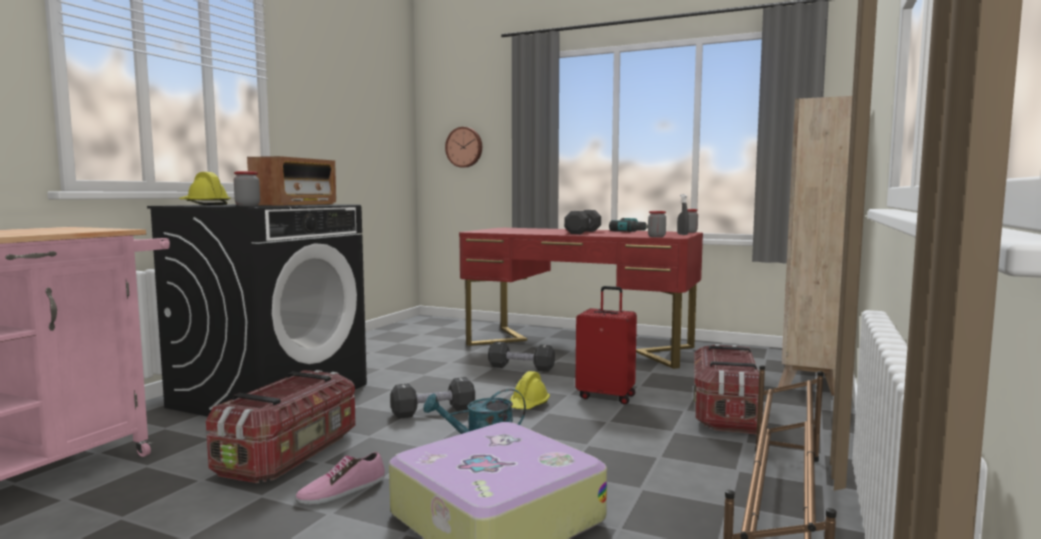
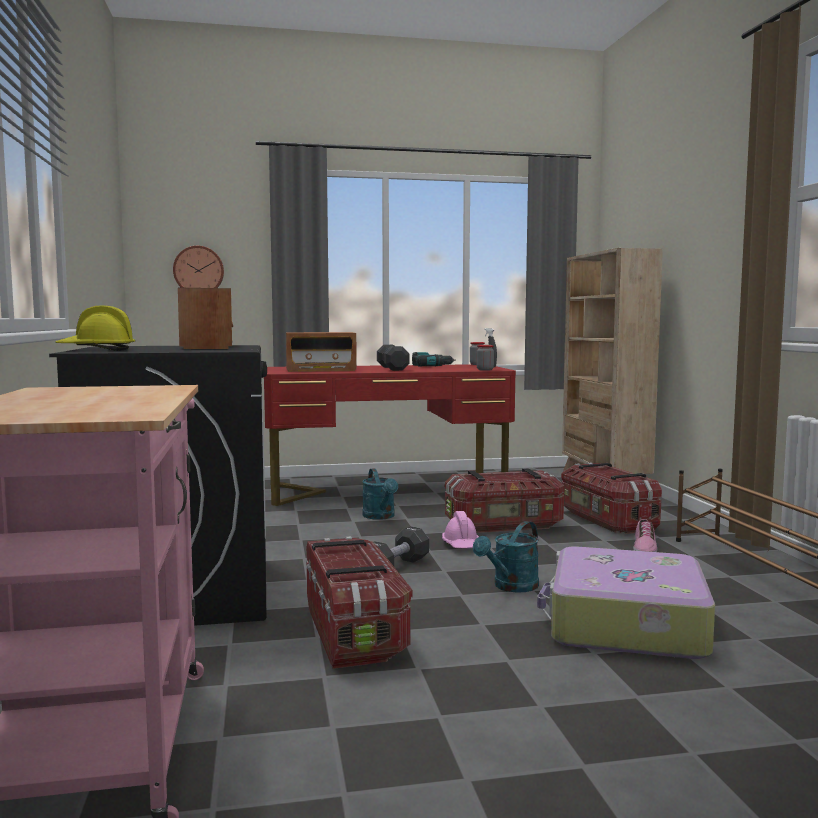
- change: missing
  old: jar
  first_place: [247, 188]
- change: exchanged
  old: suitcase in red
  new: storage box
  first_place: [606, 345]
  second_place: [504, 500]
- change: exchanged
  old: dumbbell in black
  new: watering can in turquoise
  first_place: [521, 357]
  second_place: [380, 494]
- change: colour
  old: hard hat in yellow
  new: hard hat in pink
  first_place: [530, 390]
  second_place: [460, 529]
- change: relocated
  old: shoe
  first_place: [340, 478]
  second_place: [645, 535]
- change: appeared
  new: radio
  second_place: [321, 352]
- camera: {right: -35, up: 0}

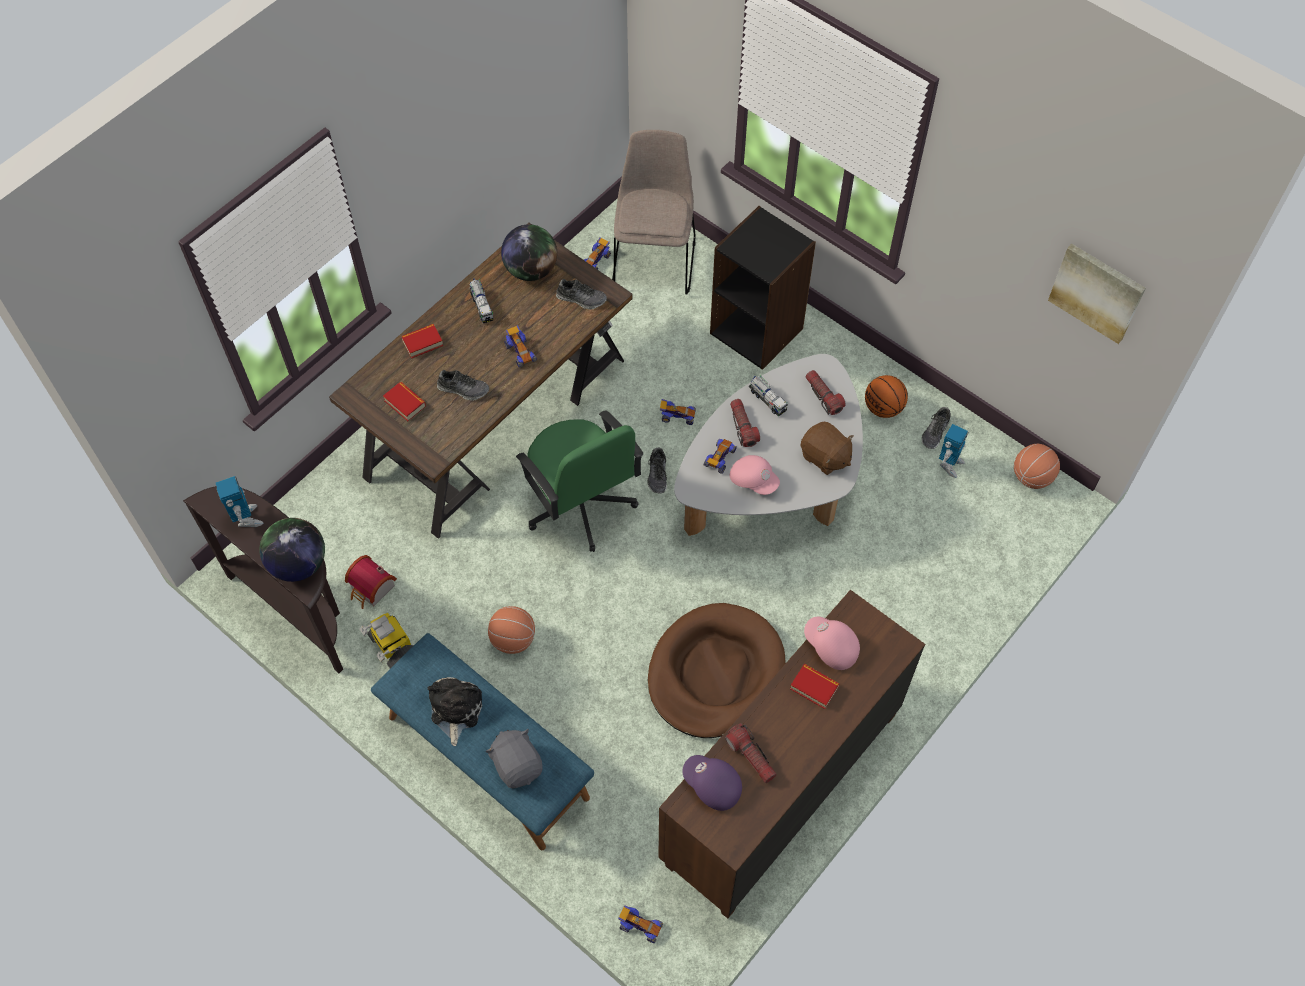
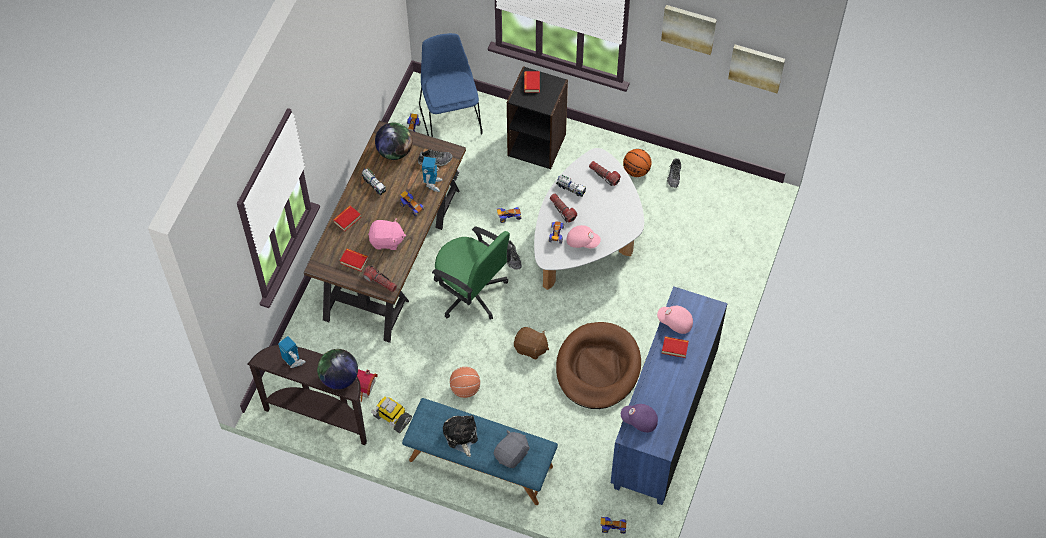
- change: colour
  old: chair in beige
  new: chair in blue
  first_place: [654, 212]
  second_place: [451, 85]
- change: exchanged
  old: shoe
  new: plush toy in pink
  first_place: [463, 385]
  second_place: [387, 234]
- change: relocated
  old: plush toy in brown
  first_place: [827, 448]
  second_place: [531, 343]
- change: relocated
  old: toy robot
  first_place: [954, 451]
  second_place: [432, 174]
- change: missing
  old: basketball
  first_place: [1037, 466]
- change: colour
  old: dresser in brown
  new: dresser in blue
  first_place: [791, 754]
  second_place: [669, 395]
- change: relocated
  old: flashlight
  first_place: [751, 753]
  second_place: [380, 278]
- change: spun
  old: plush toy in grey
  first_place: [514, 759]
  second_place: [512, 449]
  degrees: 90
- change: appeared
  new: picture
  second_place: [689, 30]
- change: appeared
  new: book
  second_place: [532, 82]
- camera: {right: -20, up: 0}

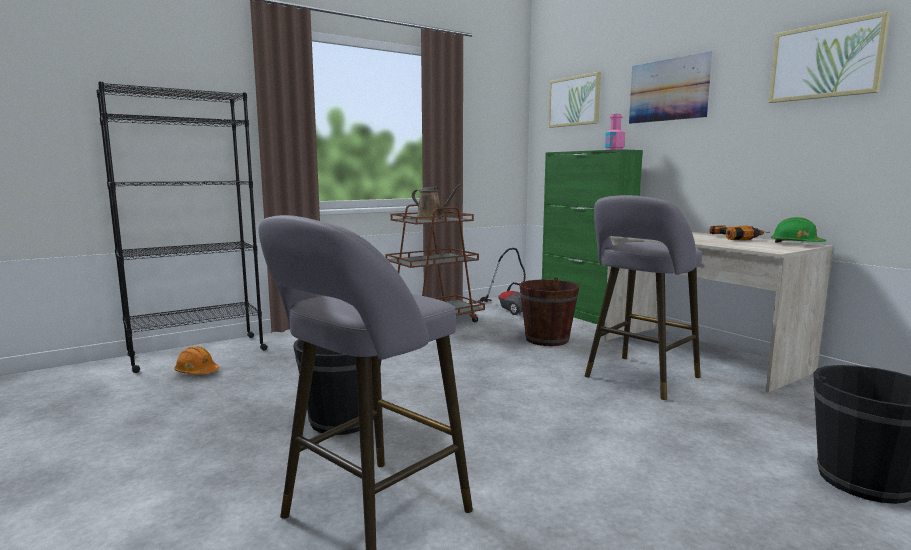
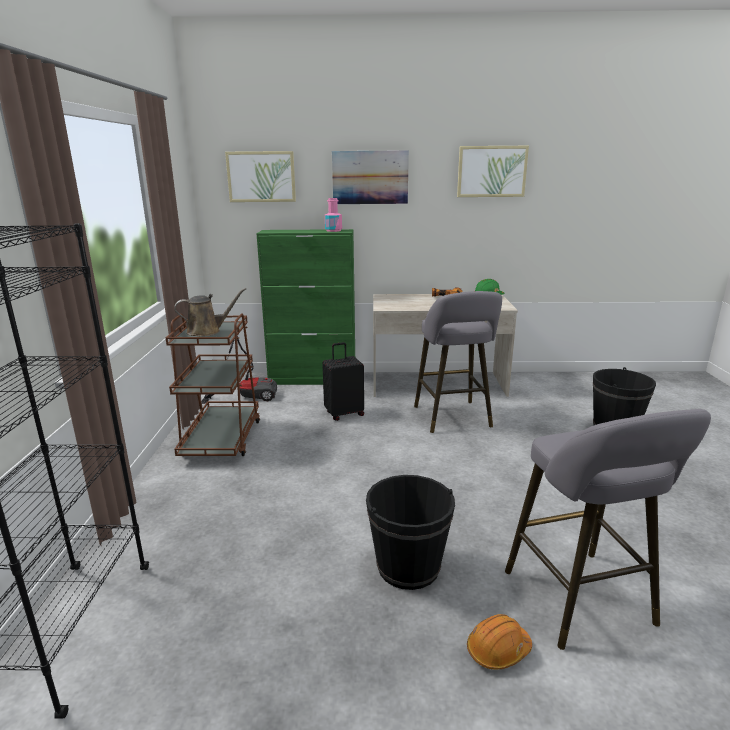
- change: exchanged
  old: bucket in brown
  new: suitcase in black
  first_place: [549, 311]
  second_place: [343, 381]
- change: relocated
  old: hard hat in orange
  first_place: [196, 360]
  second_place: [499, 641]
- camera: {right: -55, up: 10}

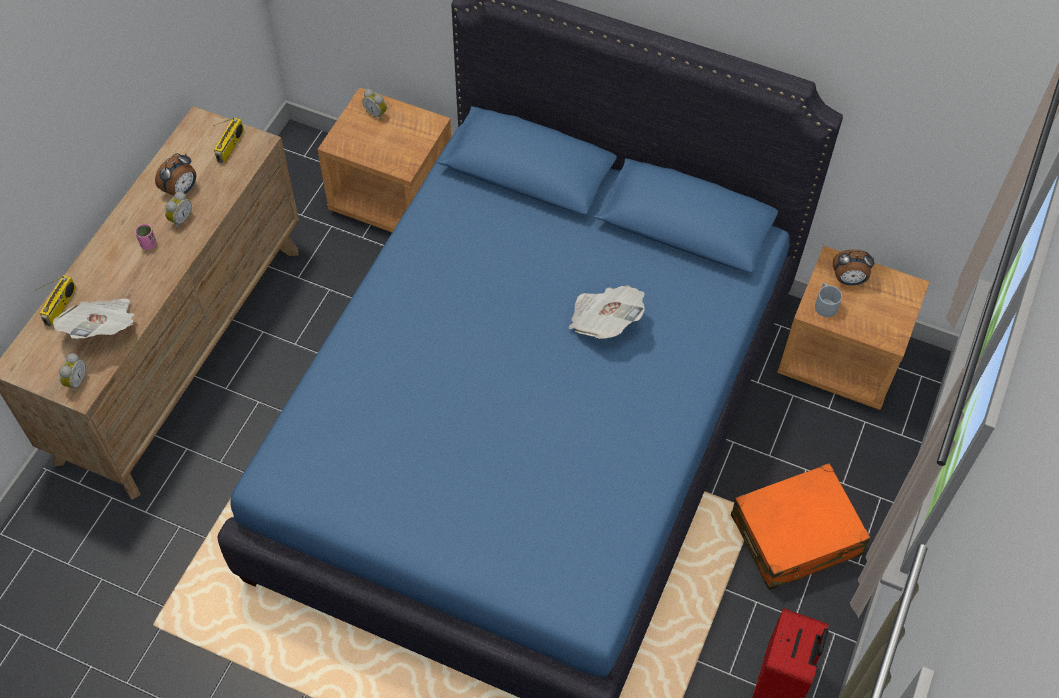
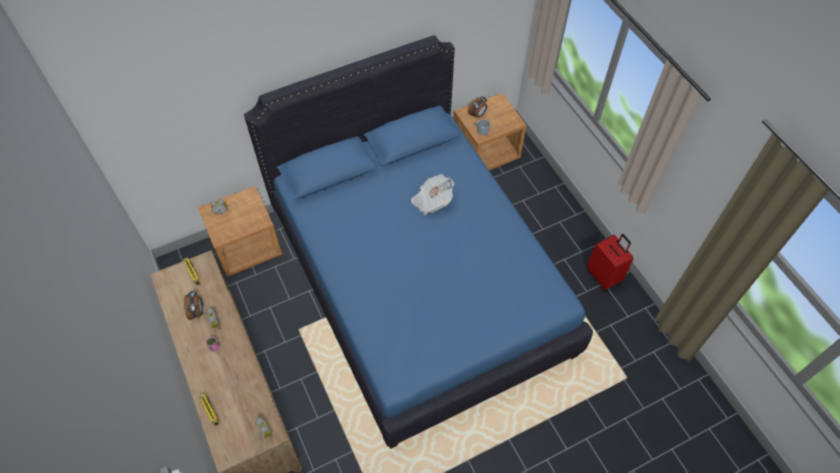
- change: missing
  old: newspaper
  first_place: [94, 318]
- change: missing
  old: suitcase in orange
  first_place: [800, 526]
- camera: {right: -50, up: 0}

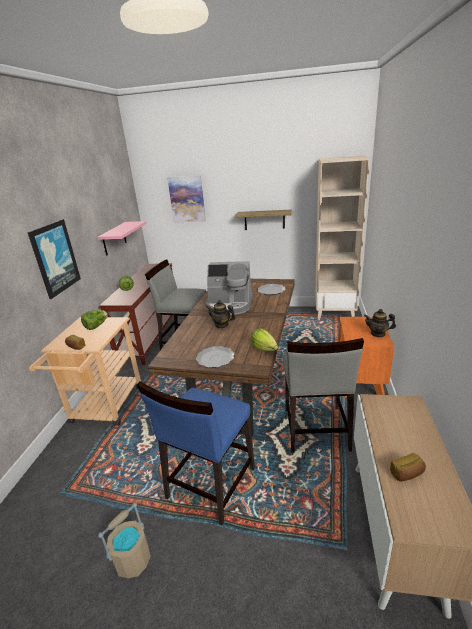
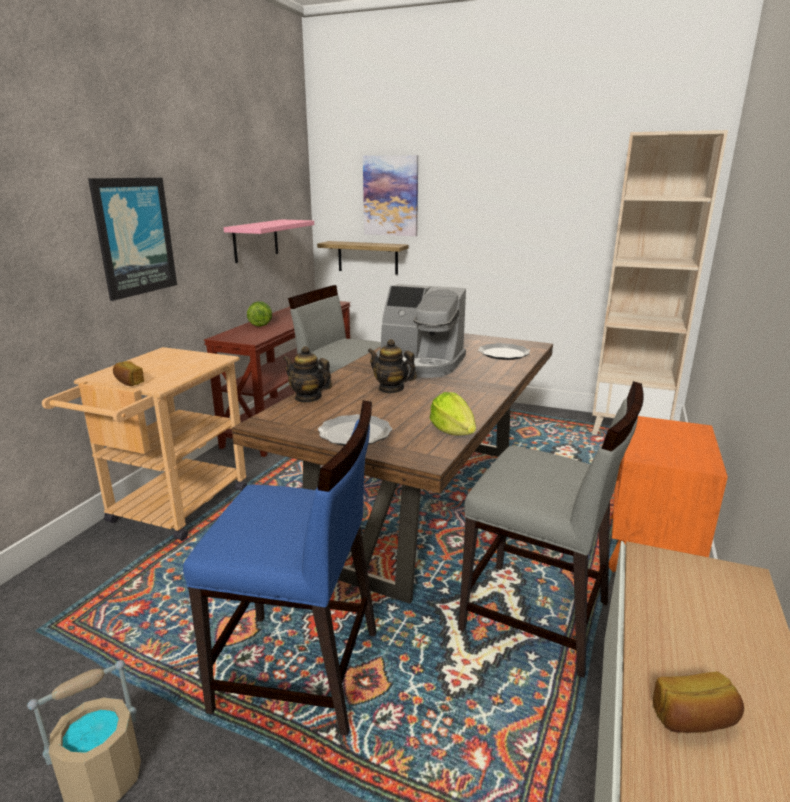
- change: relocated
  old: shelf
  first_place: [263, 219]
  second_place: [363, 258]
- change: relocated
  old: teapot
  first_place: [380, 323]
  second_place: [307, 374]
- change: missing
  old: lettuce
  first_place: [94, 320]
- change: spun
  old: chair in grey
  first_place: [323, 395]
  second_place: [551, 529]
  degrees: -75
- change: spun
  old: chair in blue
  first_place: [196, 453]
  second_place: [280, 568]
  degrees: -120
- camera: {right: 10, up: -5}

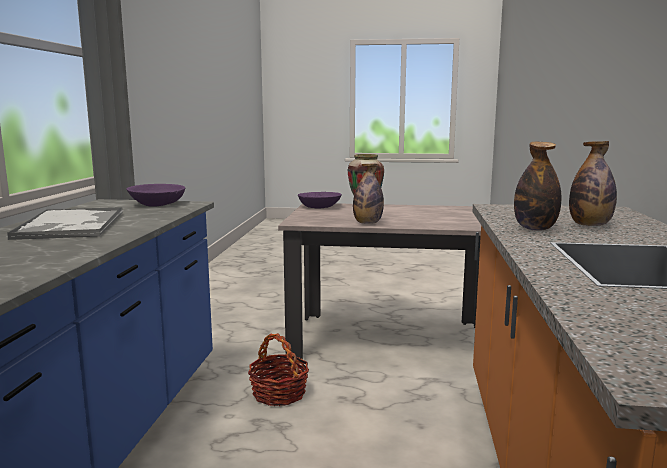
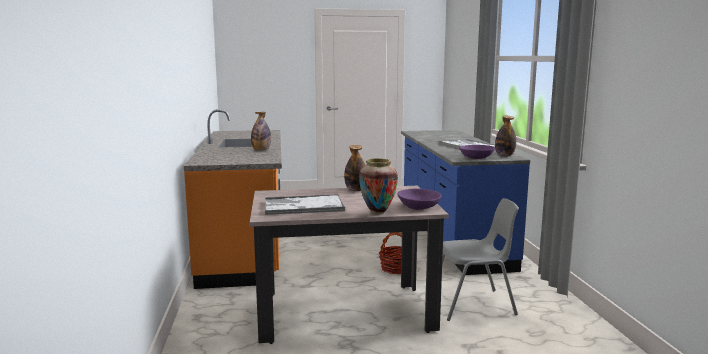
- change: relocated
  old: bottle
  first_place: [593, 183]
  second_place: [505, 136]
- change: appeared
  new: tray
  second_place: [305, 204]
- change: appeared
  new: chair in grey
  second_place: [480, 259]
- camera: {right: 165, up: 0}

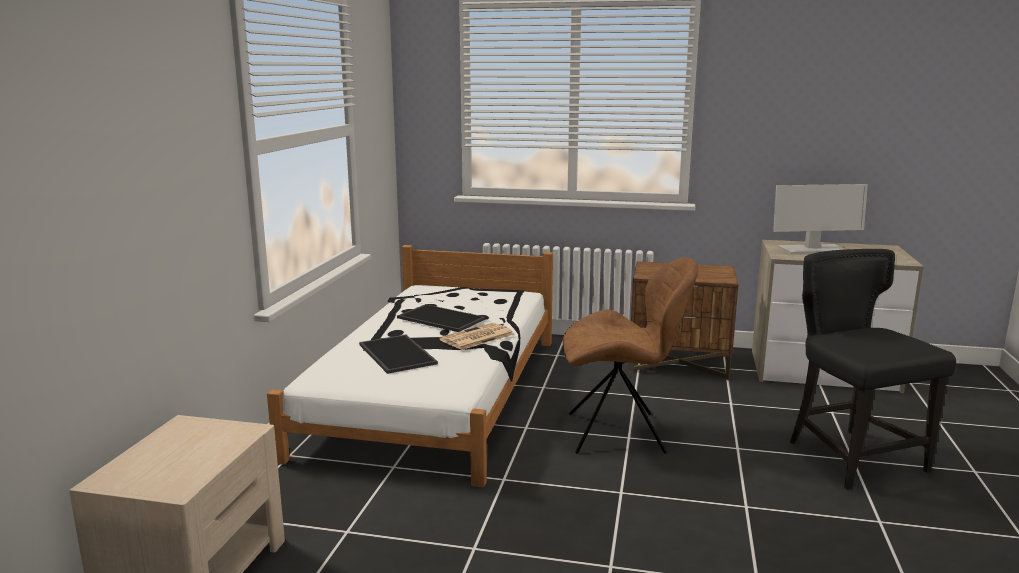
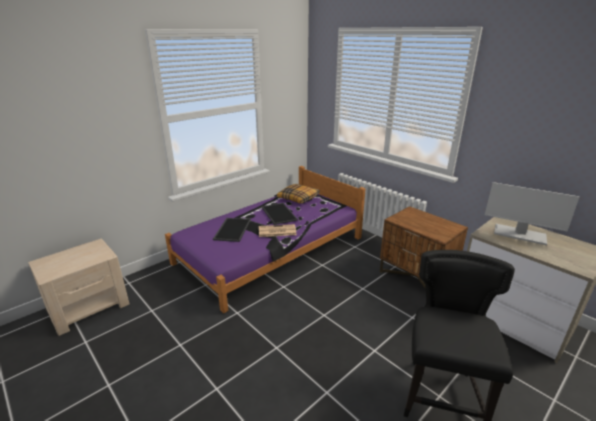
- change: colour
  old: bed in white
  new: bed in purple
  first_place: [410, 366]
  second_place: [265, 239]
- change: missing
  old: chair in brown
  first_place: [631, 355]
- change: appeared
  new: pillow
  second_place: [298, 194]
- camera: {right: 35, up: 10}

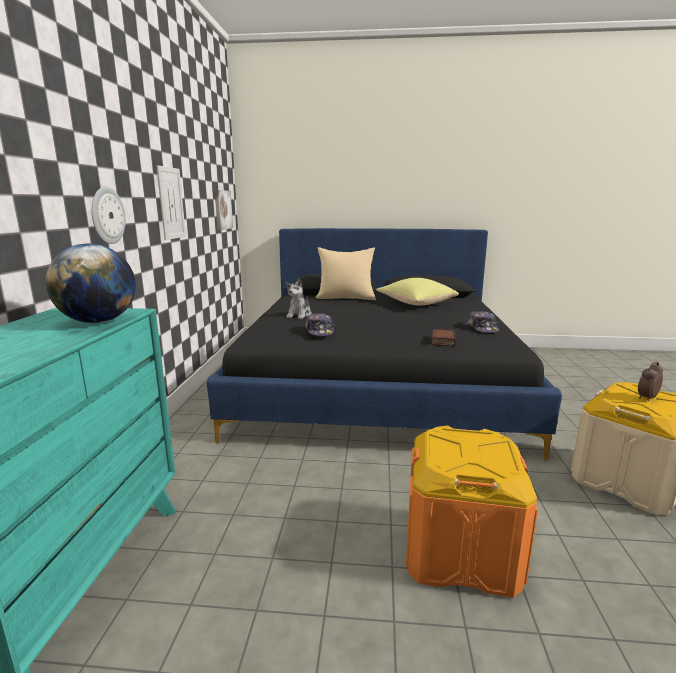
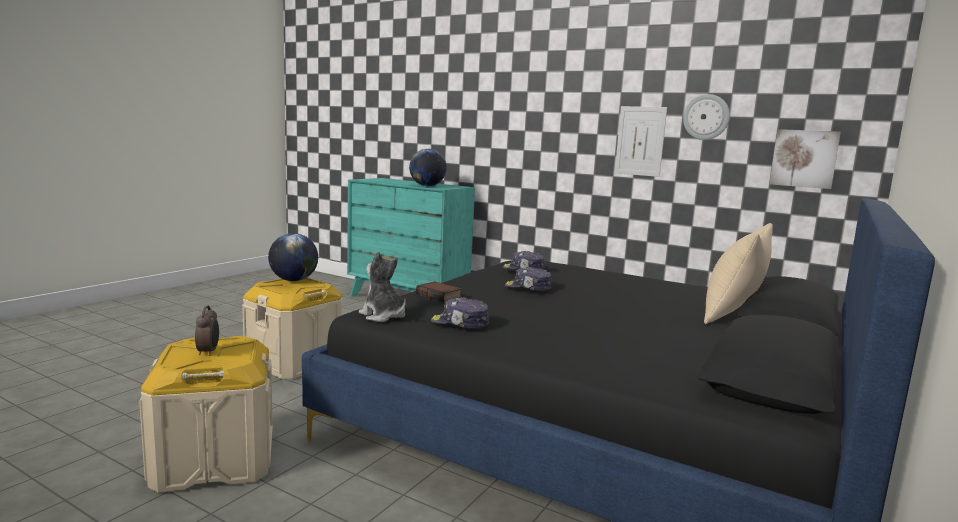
- change: relocated
  old: wall clock
  first_place: [109, 215]
  second_place: [706, 117]
- change: relocated
  old: plush toy
  first_place: [299, 298]
  second_place: [382, 286]
- change: missing
  old: pillow in yellow
  first_place: [417, 291]
- change: colour
  old: storage box in orange
  new: storage box in beige
  first_place: [472, 512]
  second_place: [292, 328]
- change: appeared
  new: globe
  second_place: [293, 257]
- change: appeared
  new: cap
  second_place: [528, 279]
- camera: {right: 115, up: -5}

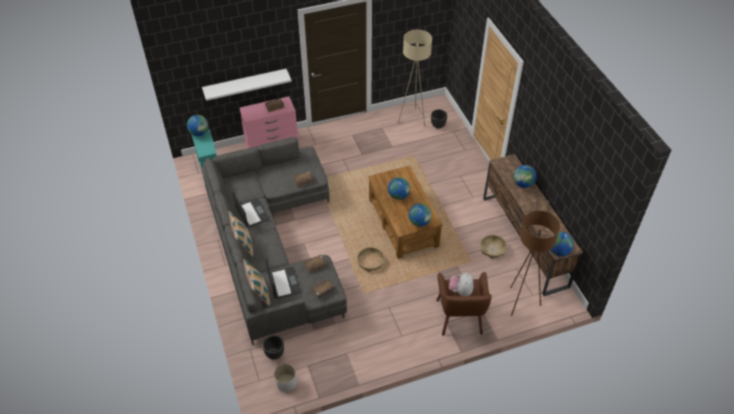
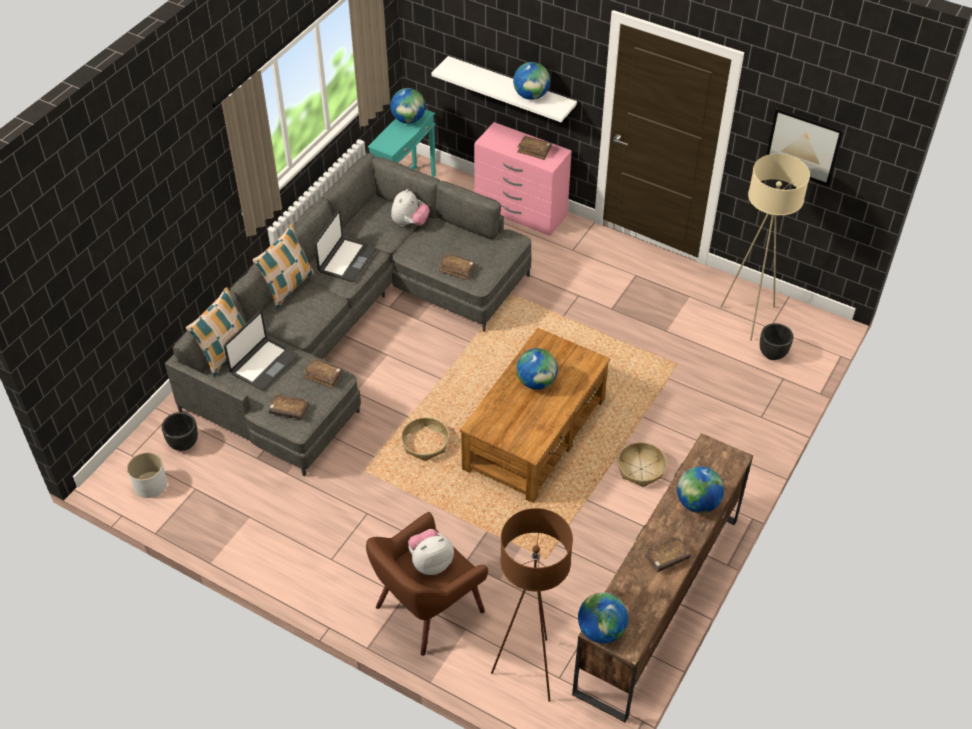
- change: relocated
  old: globe
  first_place: [420, 214]
  second_place: [531, 81]
- change: relocated
  old: basket
  first_place: [493, 247]
  second_place: [642, 464]
- change: appeared
  new: picture
  second_place: [805, 147]
- change: appeared
  new: plush toy
  second_place: [410, 207]
- camera: {right: 50, up: 0}

